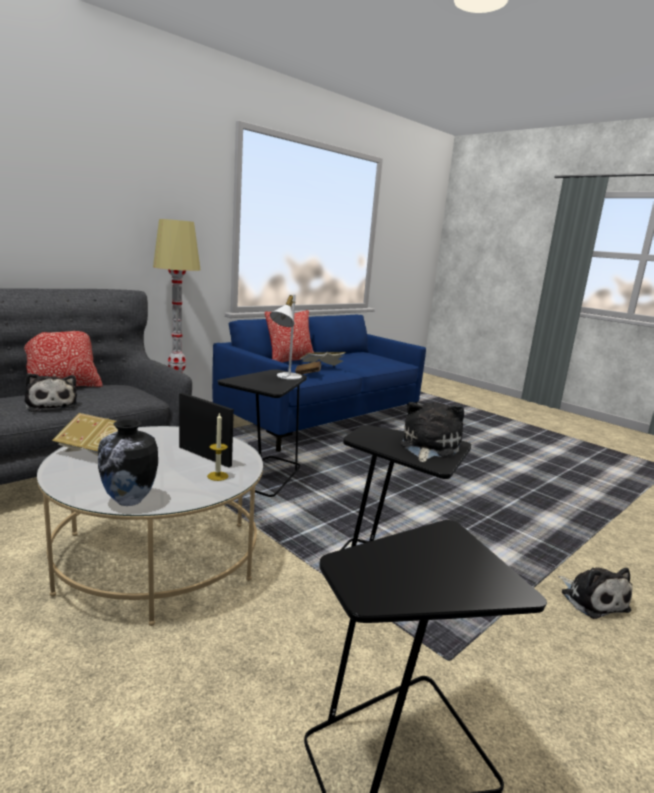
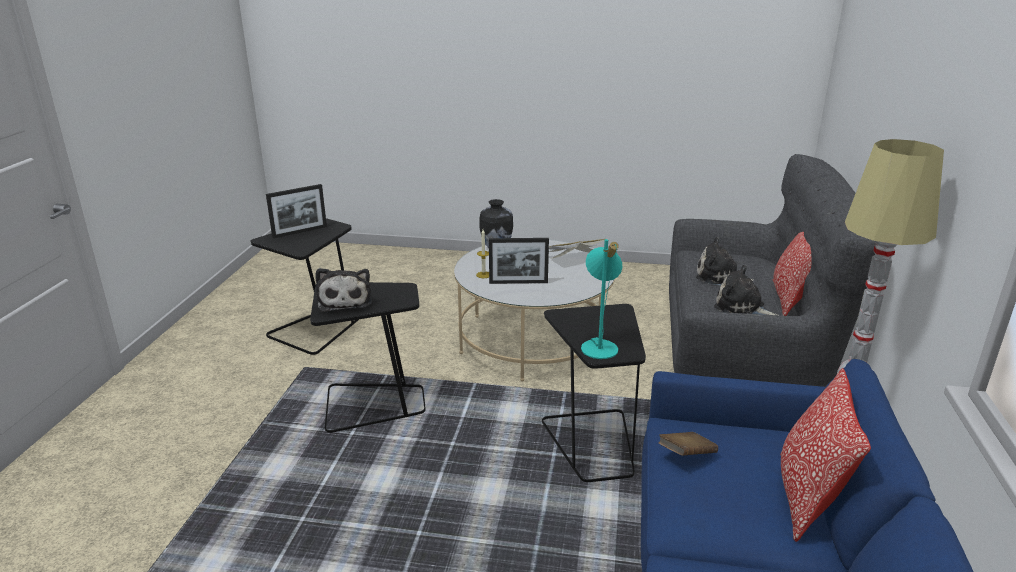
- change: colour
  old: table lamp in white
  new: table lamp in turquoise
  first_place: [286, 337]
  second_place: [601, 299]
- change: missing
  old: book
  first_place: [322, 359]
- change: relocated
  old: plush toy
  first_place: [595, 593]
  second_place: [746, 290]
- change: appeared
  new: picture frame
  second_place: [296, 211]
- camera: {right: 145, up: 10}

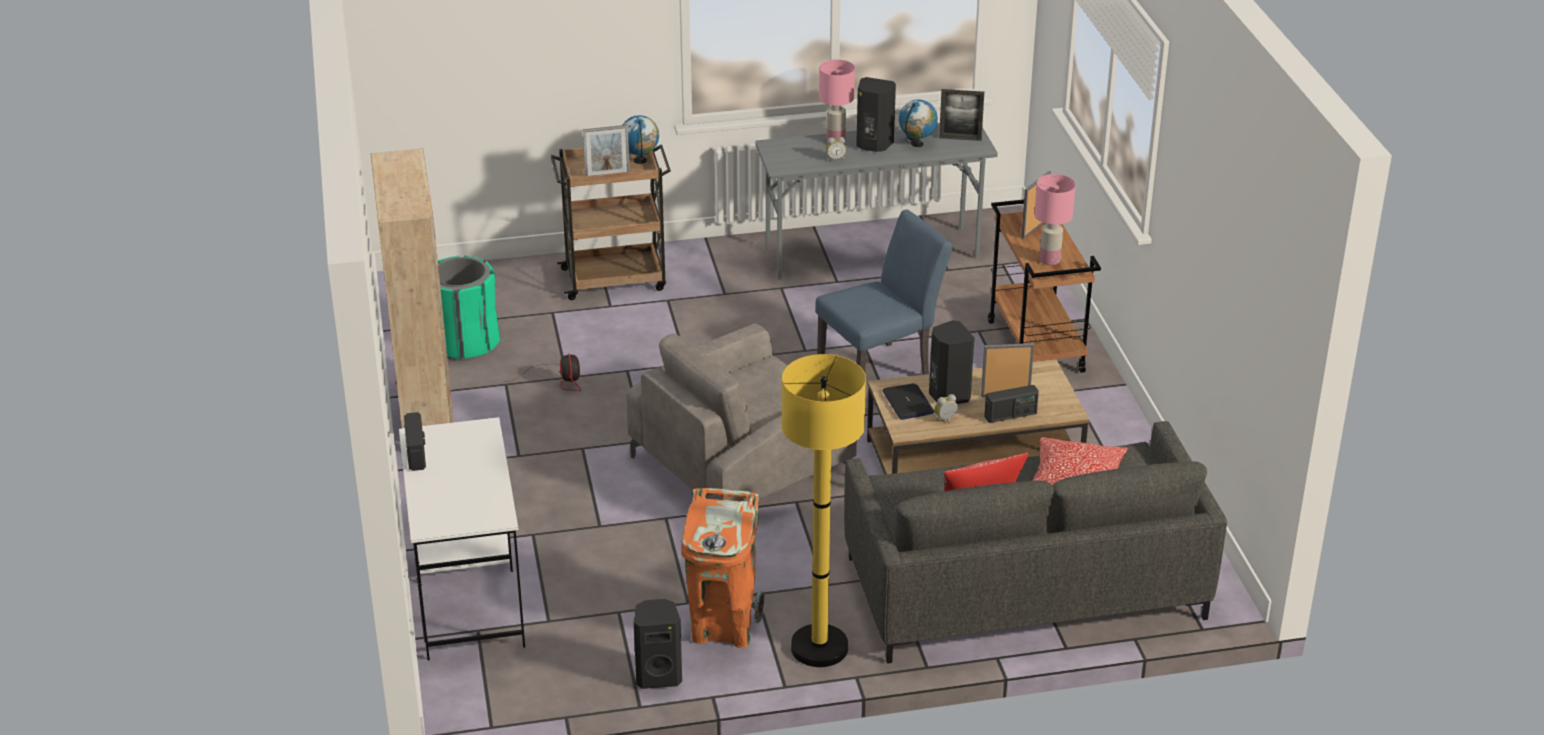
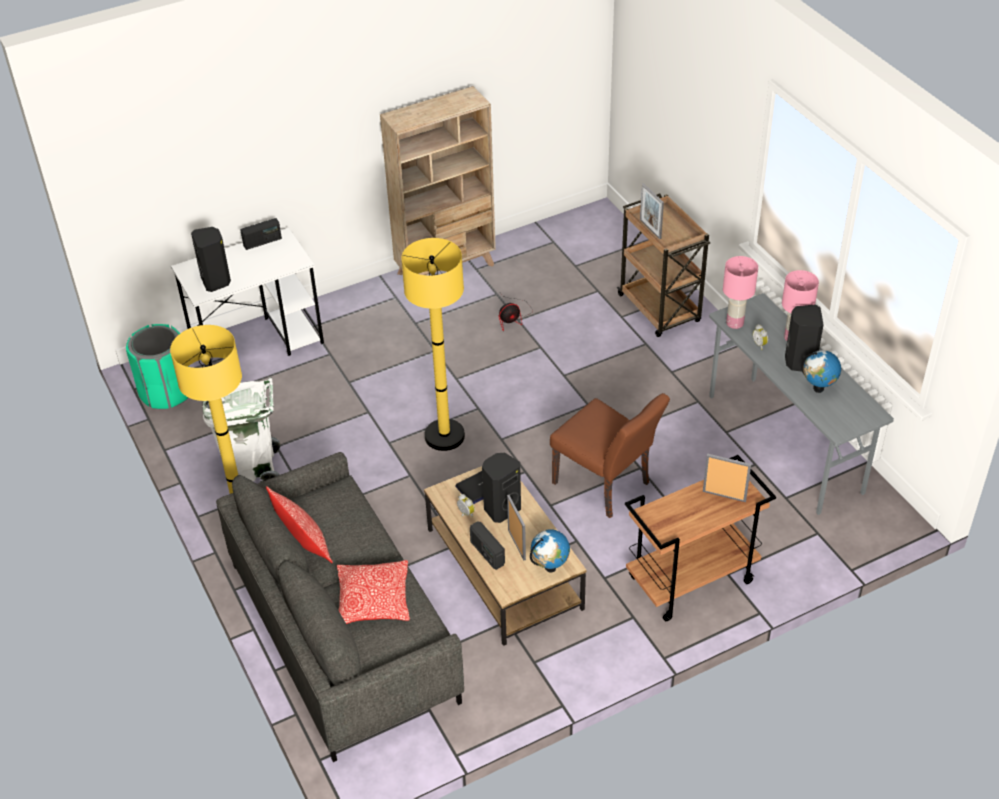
- change: missing
  old: picture frame
  first_place: [961, 115]
- change: relocated
  old: globe
  first_place: [641, 139]
  second_place: [550, 551]
- change: relocated
  old: table lamp in pink
  first_place: [1055, 219]
  second_place: [740, 292]
- change: colour
  old: chair in blue
  new: chair in brown
  first_place: [883, 292]
  second_place: [610, 455]
- change: relocated
  old: trash can in green
  first_place: [469, 308]
  second_place: [157, 366]
- change: exchanged
  old: armchair in grey
  new: floor lamp in yellow
  first_place: [741, 412]
  second_place: [433, 344]
- change: colour
  old: trash can in orange
  new: trash can in white
  first_place: [723, 568]
  second_place: [242, 430]
- change: relocated
  old: speaker in black
  first_place: [658, 644]
  second_place: [211, 259]
- camera: {right: 75, up: 10}

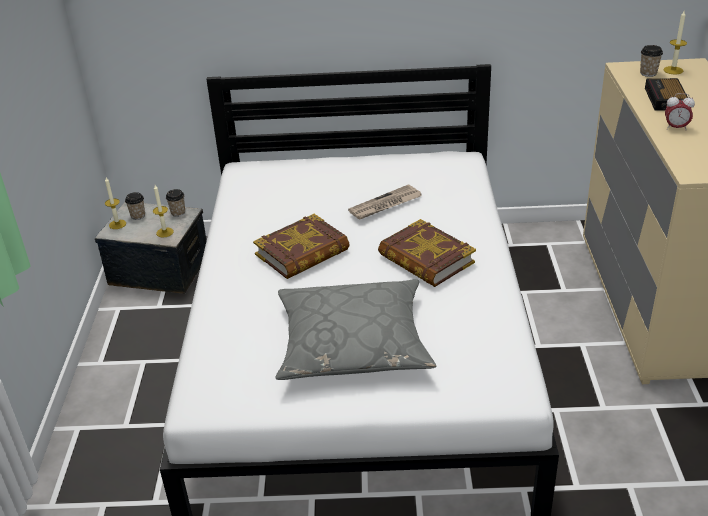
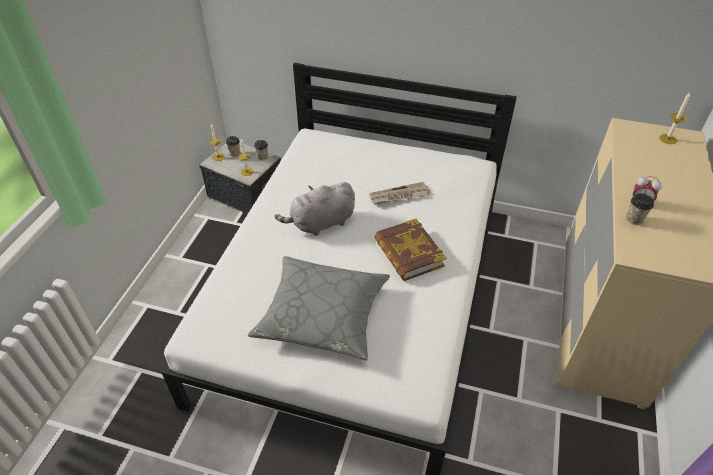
- change: relocated
  old: cup
  first_place: [651, 61]
  second_place: [640, 209]
- change: missing
  old: alarm clock
  first_place: [666, 94]
- change: exchanged
  old: book
  new: plush toy in grey
  first_place: [301, 246]
  second_place: [315, 209]
- camera: {right: 15, up: 10}

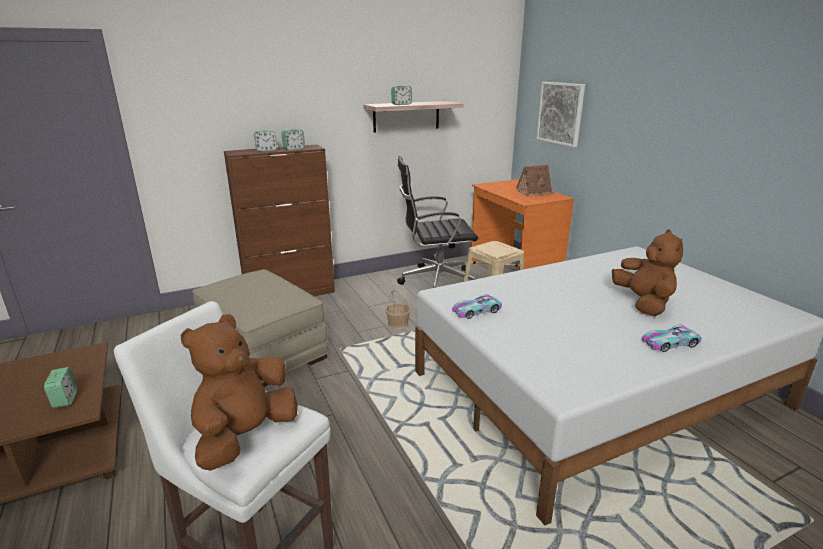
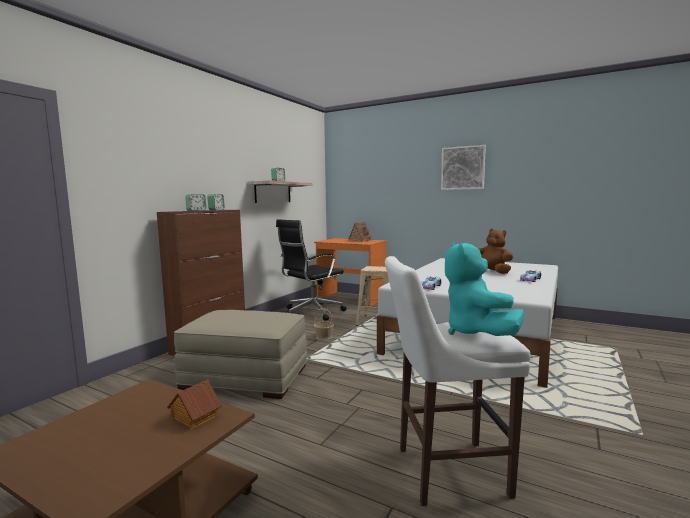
- change: relocated
  old: picture
  first_place: [560, 114]
  second_place: [463, 167]
- change: colour
  old: plush toy in brown
  new: plush toy in turquoise
  first_place: [239, 392]
  second_place: [485, 289]
- change: exchanged
  old: alarm clock
  new: toy house
  first_place: [60, 387]
  second_place: [194, 405]
- camera: {right: -35, up: -15}

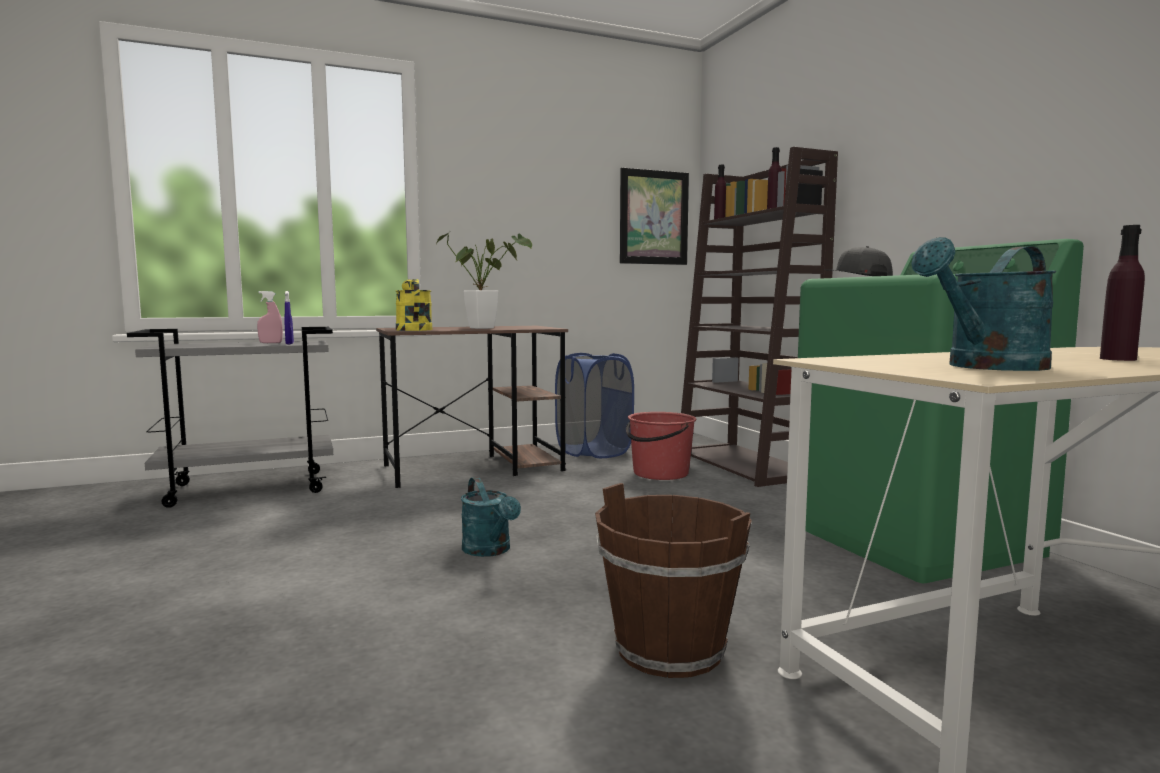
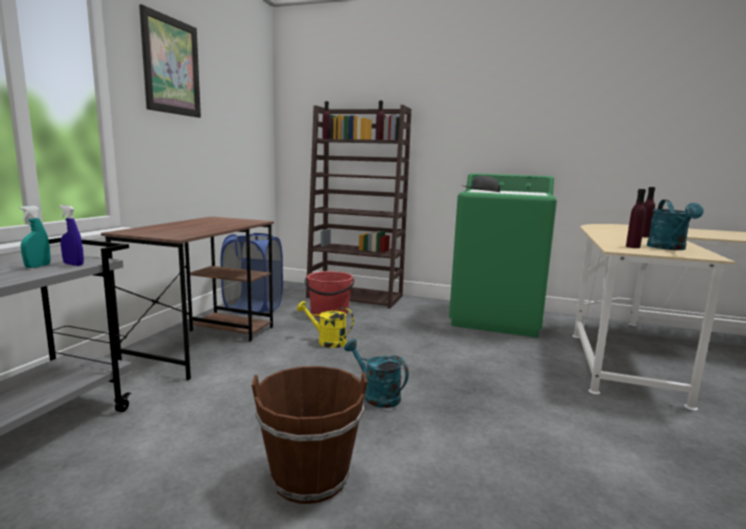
- change: relocated
  old: picture
  first_place: [654, 216]
  second_place: [170, 61]
- change: missing
  old: potted plant
  first_place: [484, 280]
- change: relocated
  old: watering can in yellow
  first_place: [413, 305]
  second_place: [325, 324]
- change: colour
  old: spray bottle in pink
  new: spray bottle in turquoise
  first_place: [270, 317]
  second_place: [34, 237]
- change: spun
  old: watering can in turquoise
  first_place: [491, 517]
  second_place: [376, 373]
  degrees: -150
- change: relocated
  old: bucket in brown
  first_place: [673, 580]
  second_place: [310, 435]
- change: appeared
  new: bottle in purple
  second_place: [636, 218]
- camera: {right: -50, up: 5}

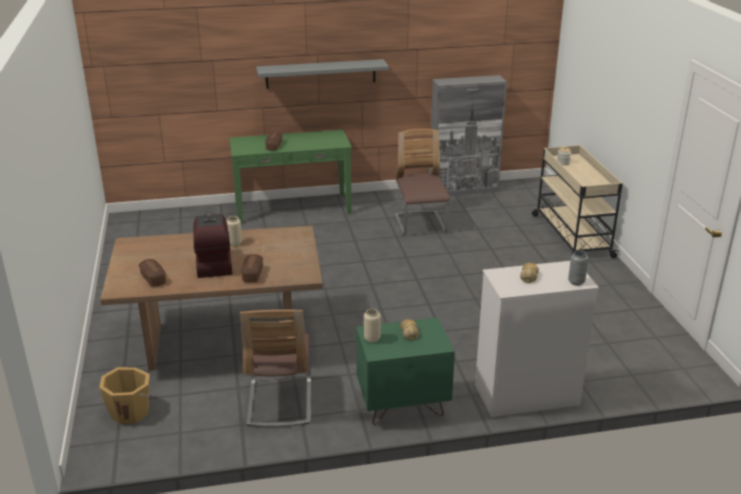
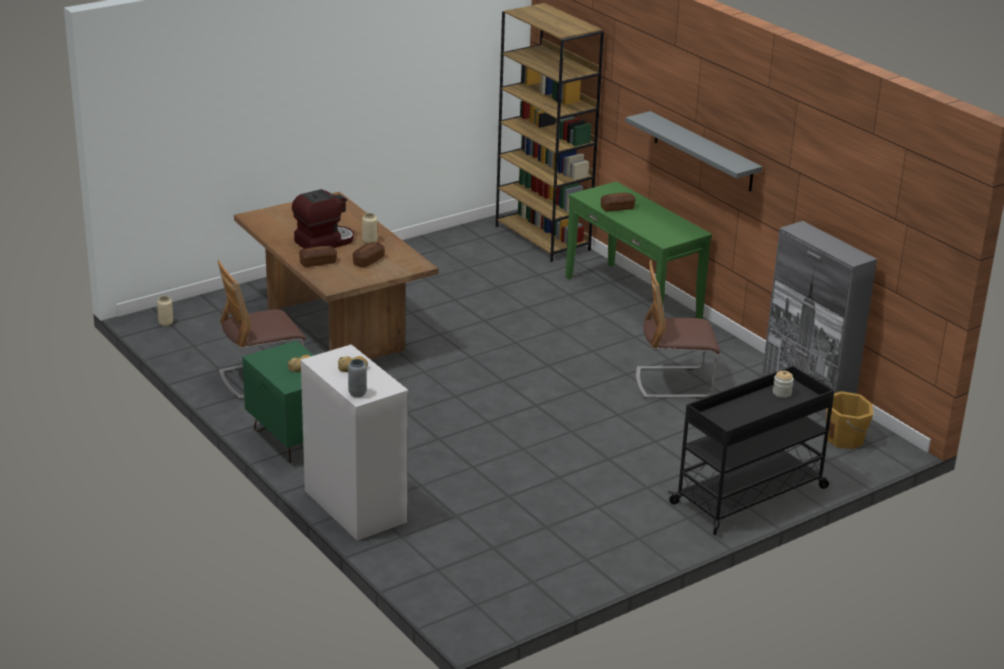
- change: spun
  old: chair
  first_place: [422, 182]
  second_place: [678, 329]
  degrees: -150
- change: colour
  old: cart in beige
  new: cart in black
  first_place: [577, 201]
  second_place: [751, 450]
- change: relocated
  old: bread
  first_place: [152, 273]
  second_place: [369, 255]
- change: relocated
  old: vase in beige
  first_place: [372, 326]
  second_place: [165, 311]
- change: relocated
  old: bucket in orange
  first_place: [126, 395]
  second_place: [849, 420]
- change: appeared
  new: bookcase in brown
  second_place: [550, 132]
- camera: {right: 65, up: 0}

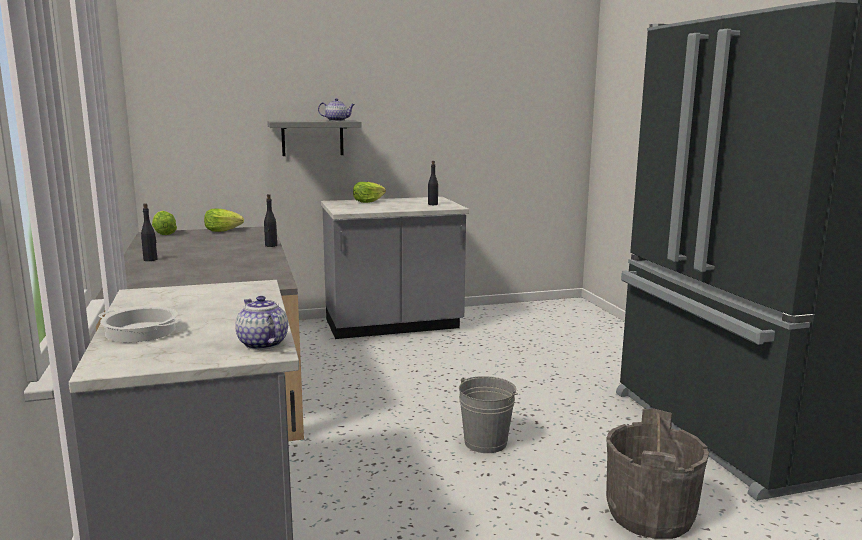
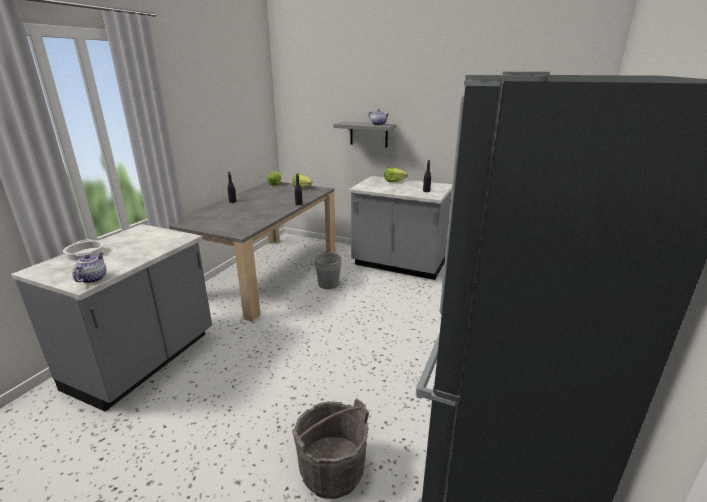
- change: relocated
  old: bucket in grey
  first_place: [488, 414]
  second_place: [328, 270]
- camera: {right: 40, up: 10}

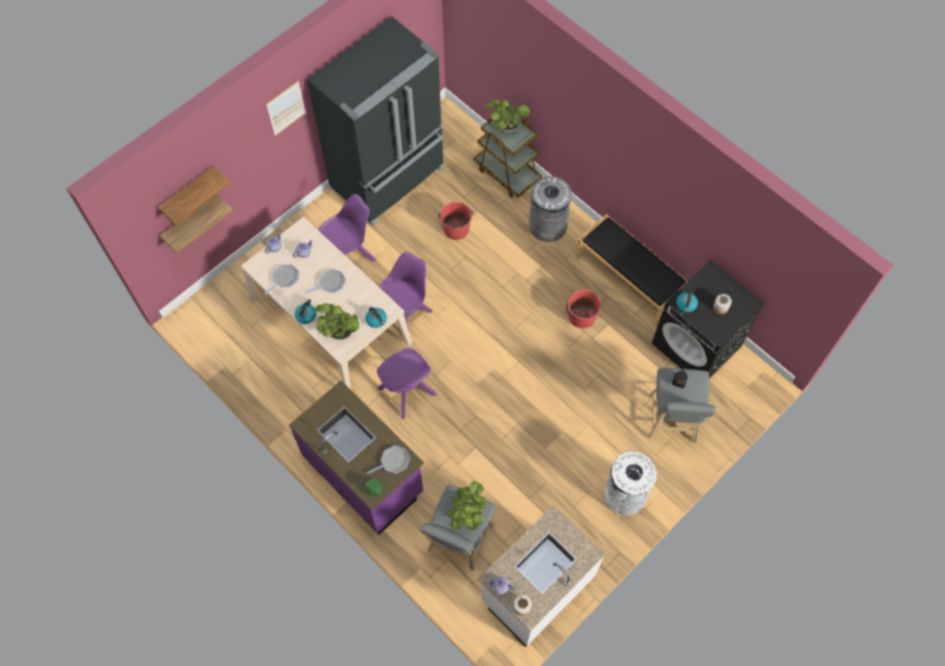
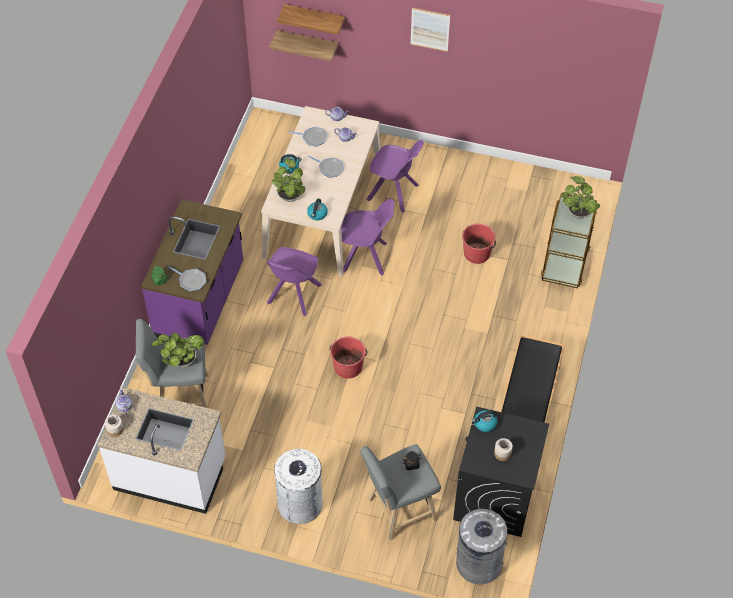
- change: missing
  old: fridge in black
  first_place: [375, 121]
- change: relocated
  old: trash can in grey
  first_place: [550, 209]
  second_place: [482, 545]
- change: relocated
  old: bucket in red
  first_place: [583, 308]
  second_place: [348, 357]
- camera: {right: 60, up: -10}

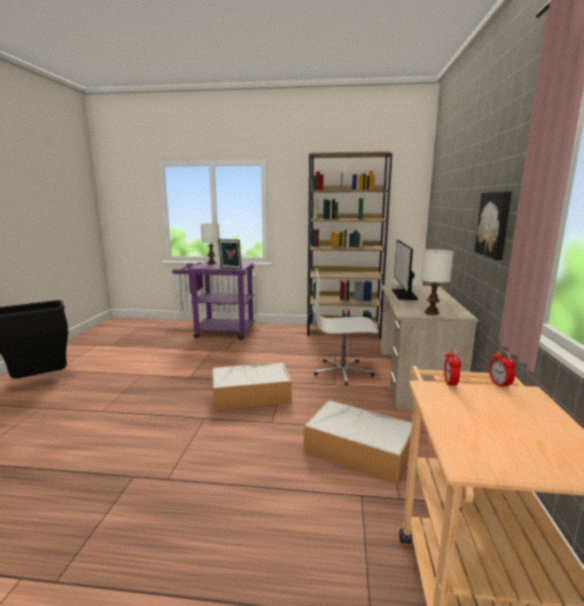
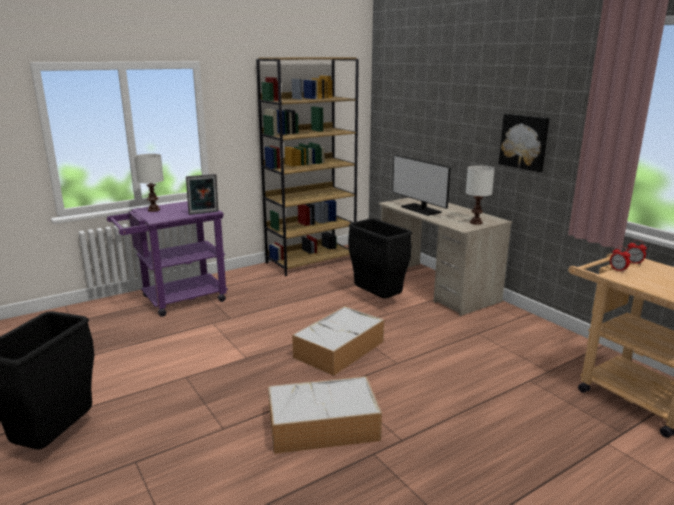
- change: exchanged
  old: office chair in white
  new: trash can in black
  first_place: [346, 327]
  second_place: [380, 258]
- change: relocated
  old: storage box
  first_place: [358, 442]
  second_place: [325, 415]
- camera: {right: -40, up: 5}

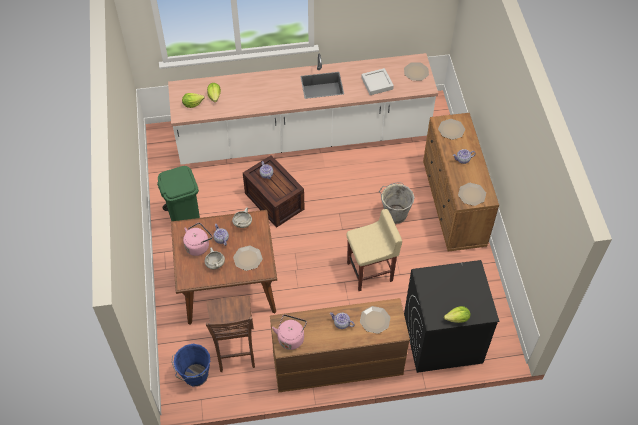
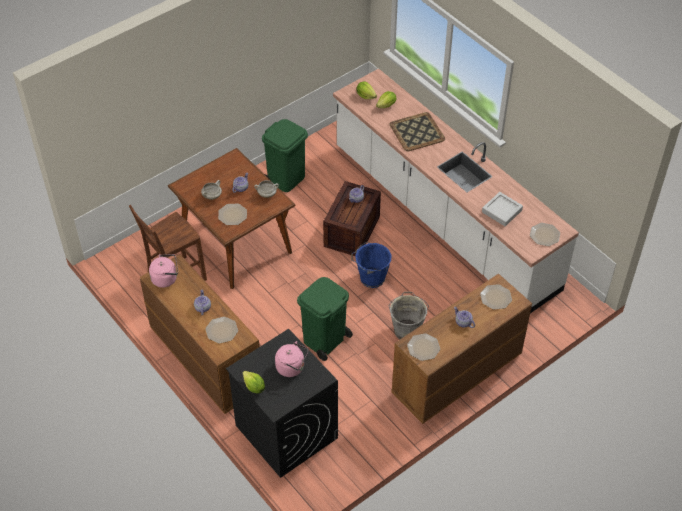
- change: exchanged
  old: stool in beige
  new: trash can in green
  first_place: [374, 250]
  second_place: [325, 319]
- change: relocated
  old: kettle in pink
  first_place: [198, 239]
  second_place: [292, 359]
- change: relocated
  old: bucket in blue
  first_place: [191, 365]
  second_place: [371, 265]
- change: appeared
  new: tray
  second_place: [417, 131]
- camera: {right: 60, up: -5}

